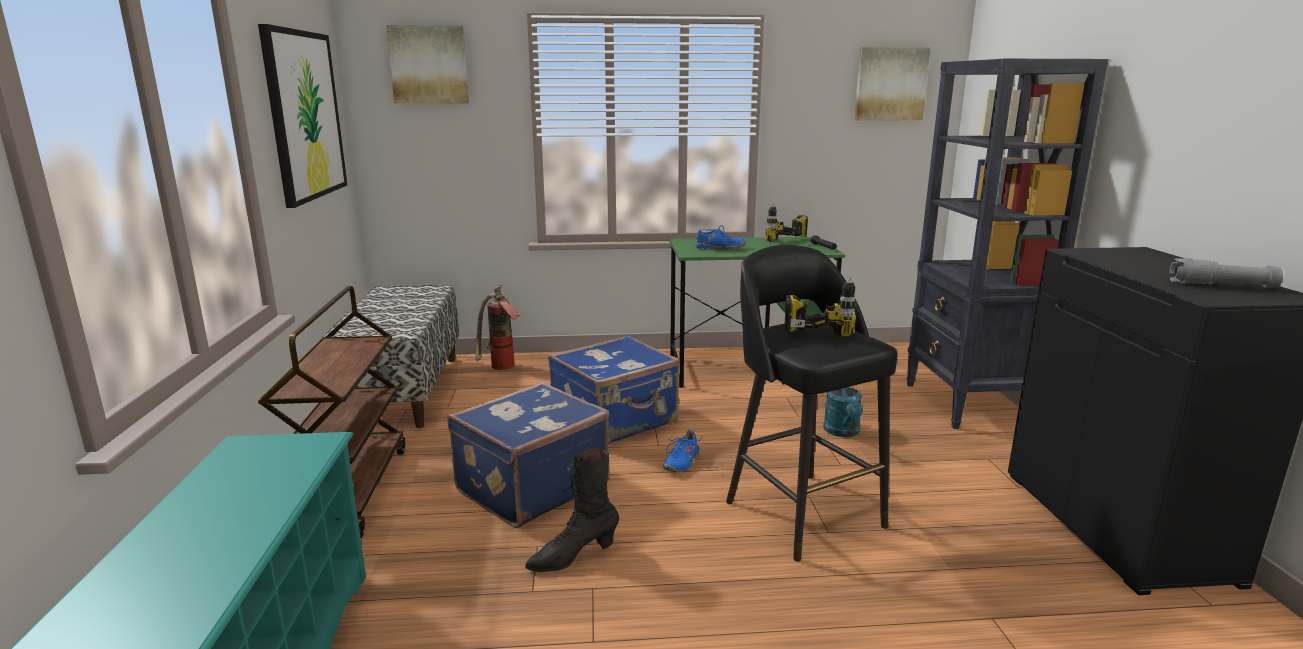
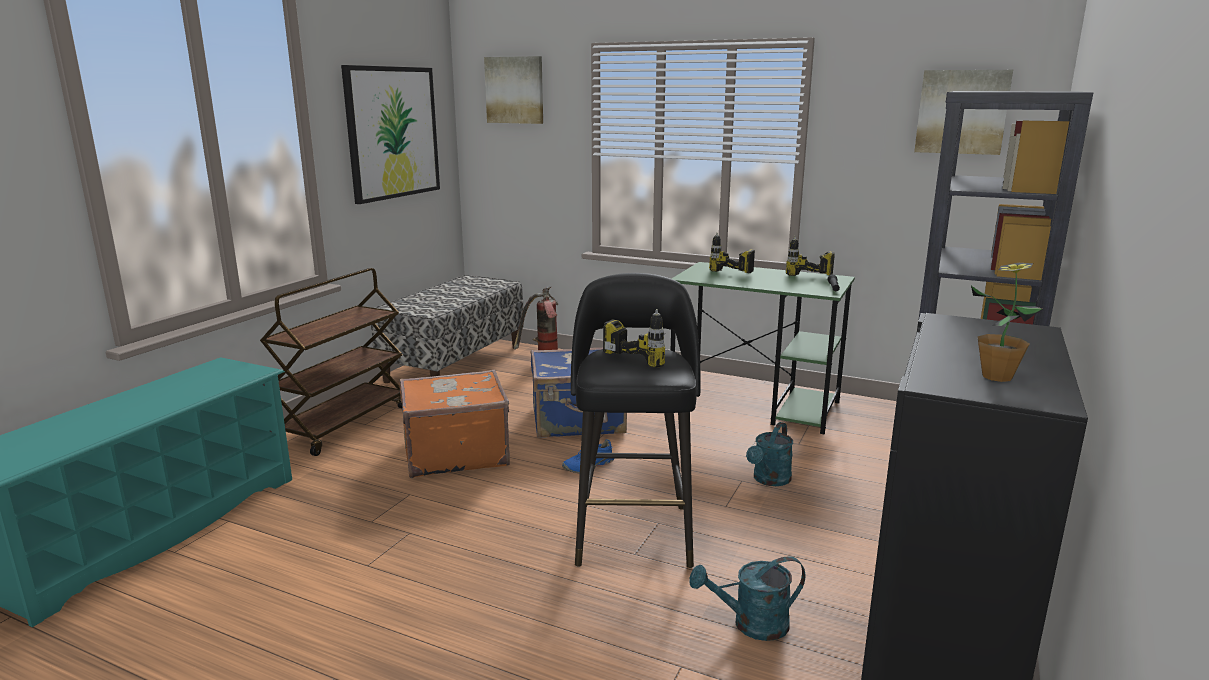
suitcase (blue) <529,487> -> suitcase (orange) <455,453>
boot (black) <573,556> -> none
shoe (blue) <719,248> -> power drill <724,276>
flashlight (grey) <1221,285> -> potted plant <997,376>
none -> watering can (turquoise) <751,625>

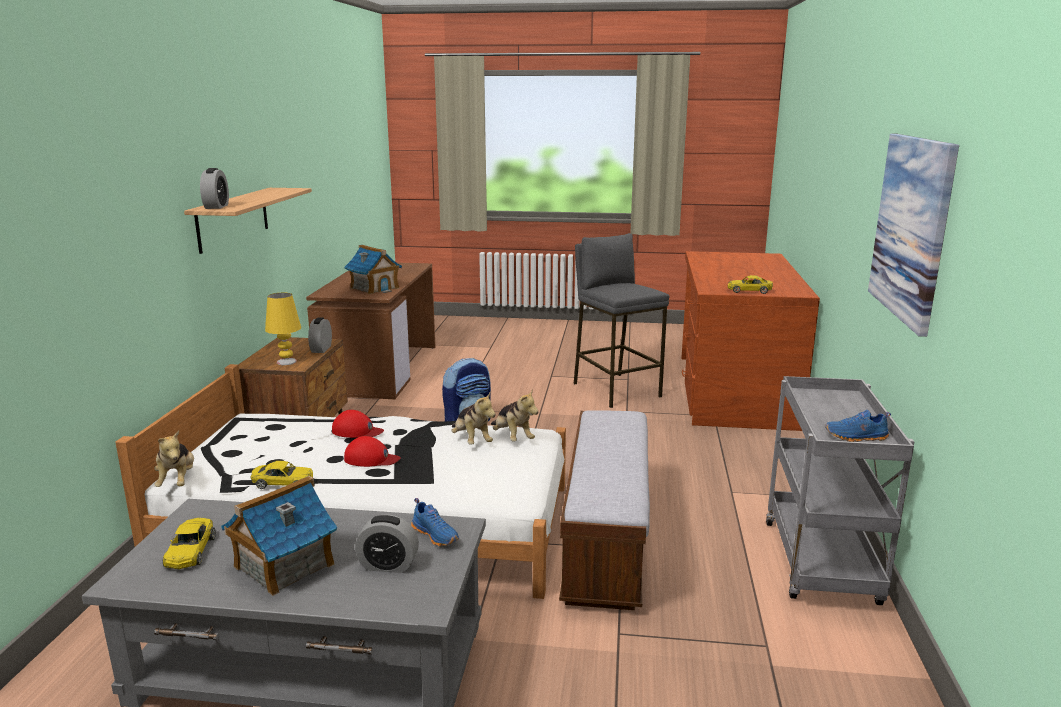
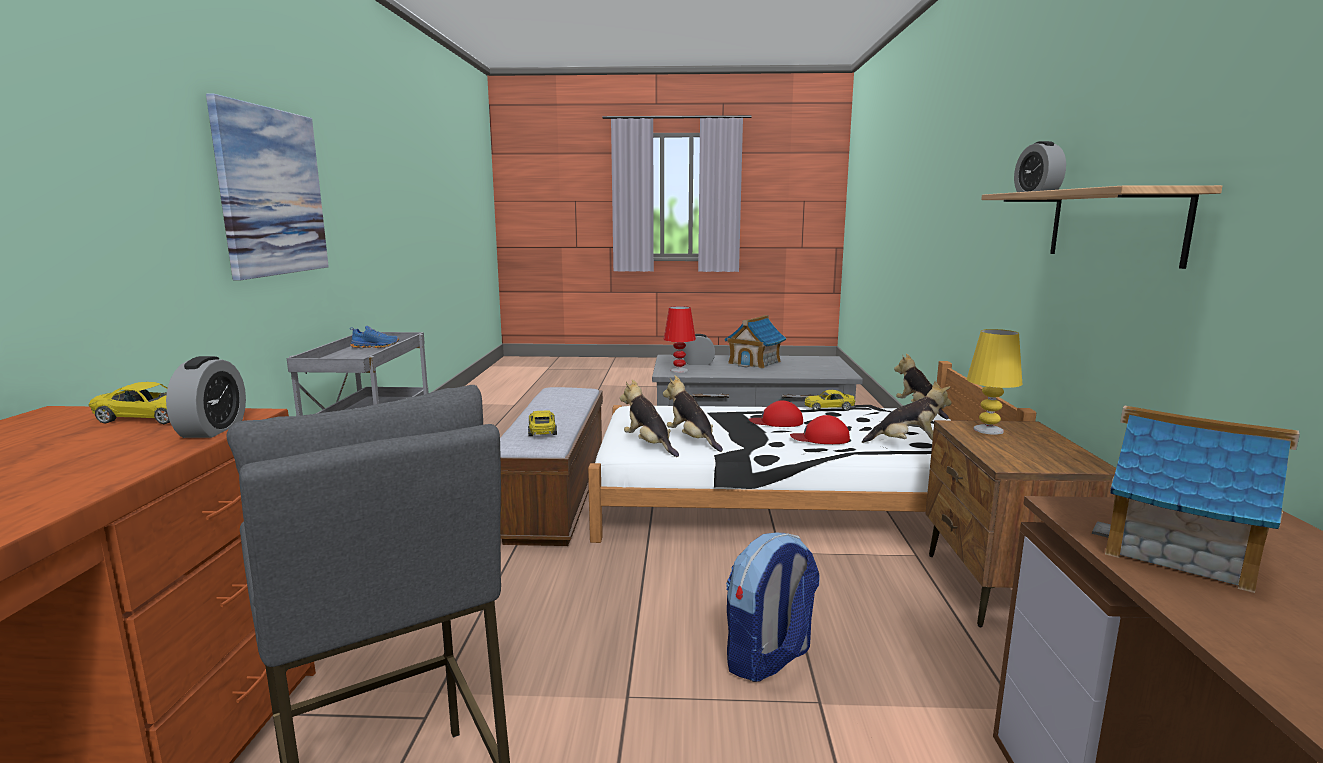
toy car (yellow) <190,551> -> toy car (yellow) <542,430>, shifted
alarm clock <321,349> -> alarm clock <212,430>, shifted
shoe (blue) <436,535> -> table lamp (red) <679,371>
none -> plush toy <907,444>

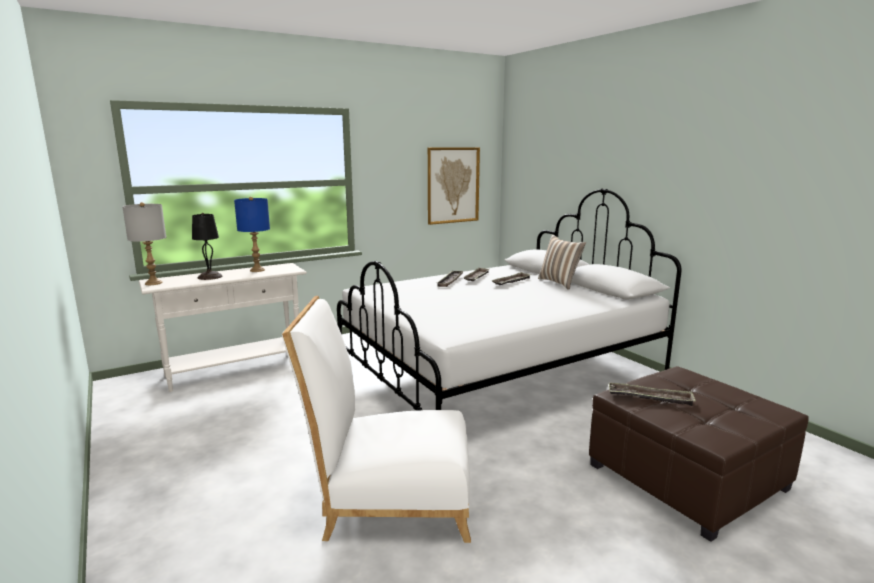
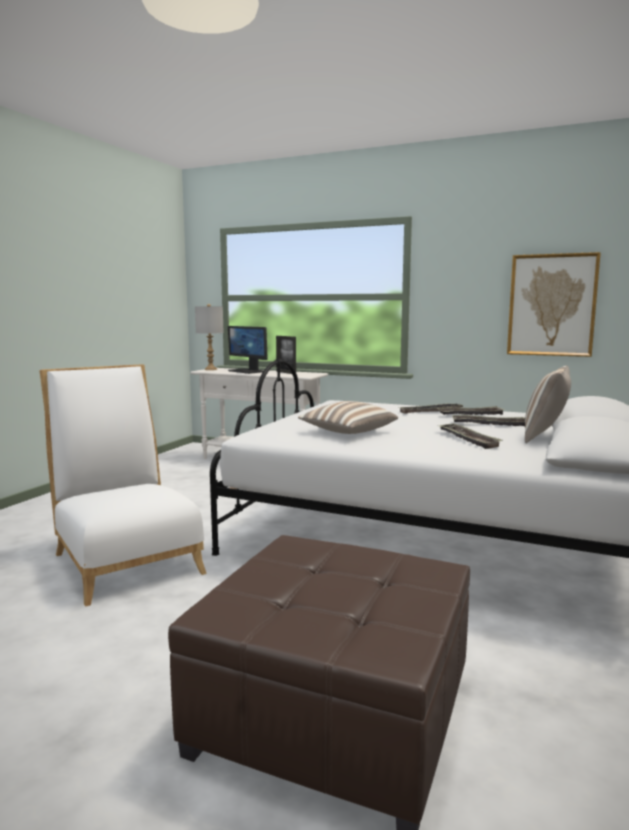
table lamp (black) <210,276> -> monitor <247,371>
table lamp (blue) <257,270> -> picture frame <286,372>
tray <650,398> -> tray <468,439>, shifted
none -> pillow <347,432>

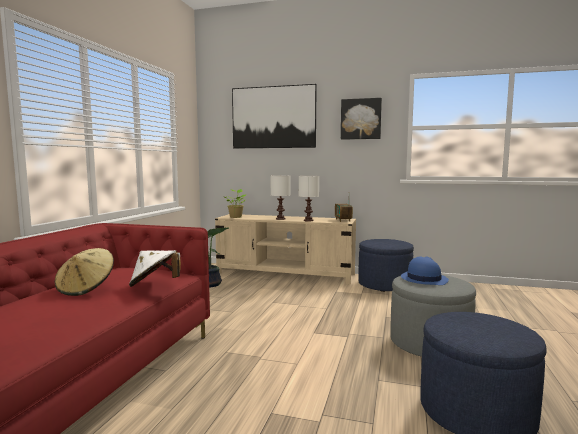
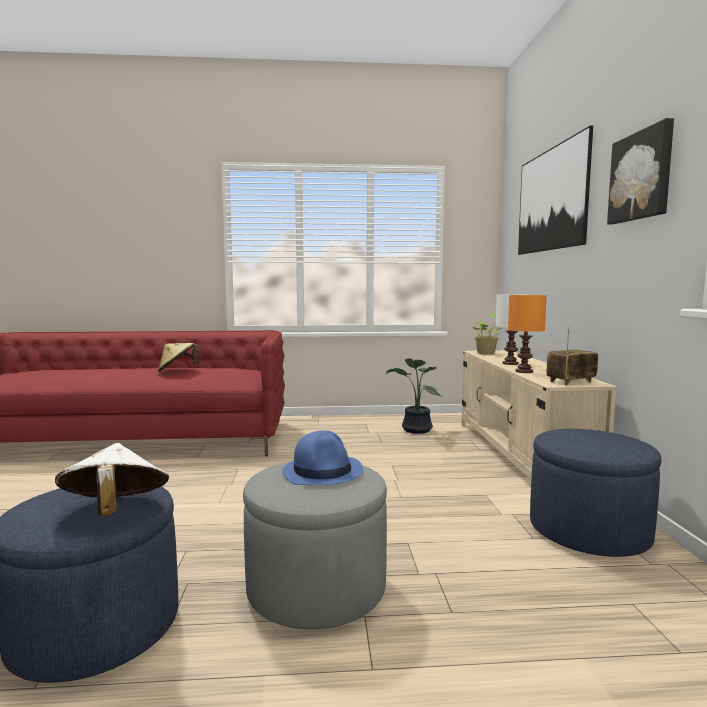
hat (white) <154,285> -> hat (white) <115,511>, shifted
table lamp (white) <308,220> -> table lamp (orange) <524,371>

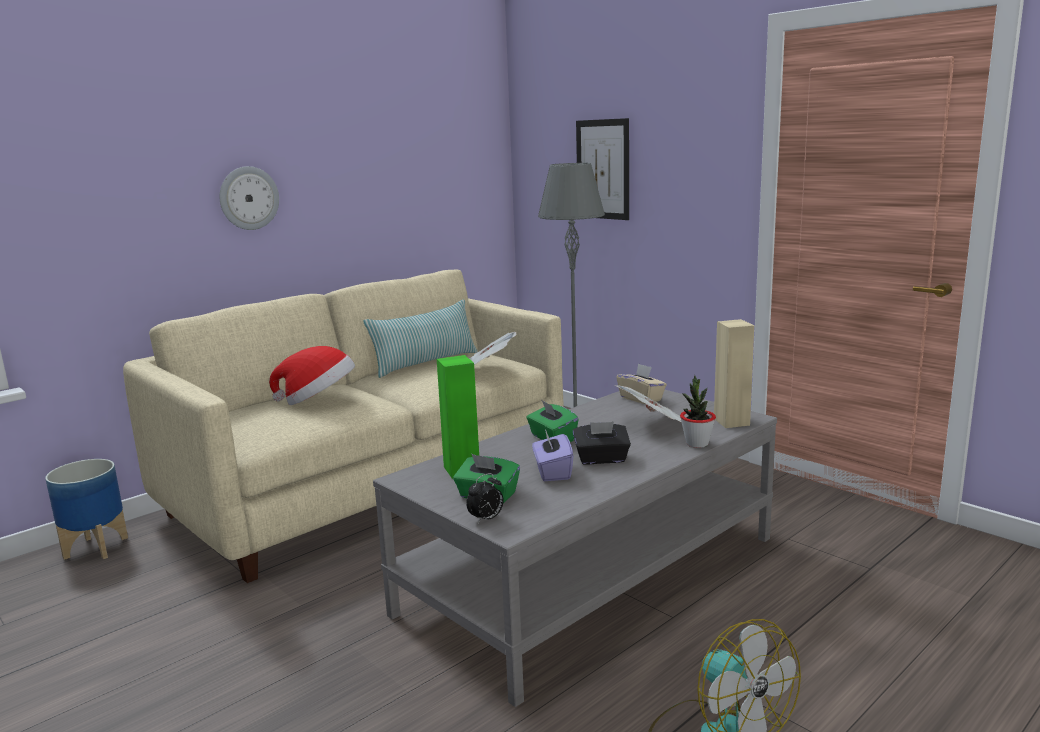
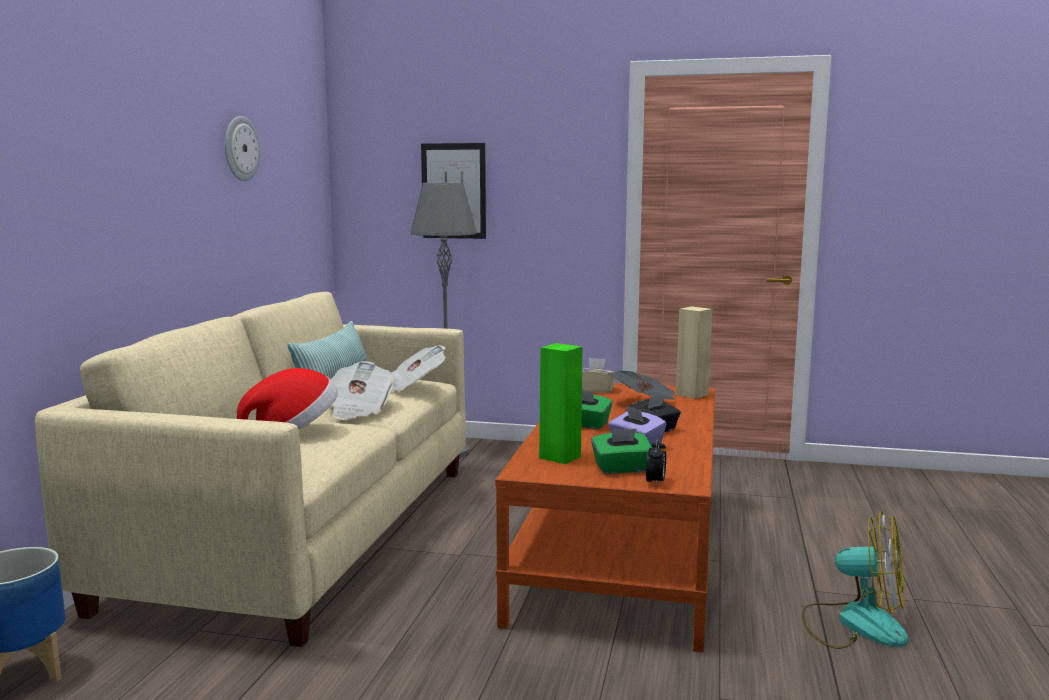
wall clock <249,198> -> wall clock <240,148>, shifted
coffee table (grey) <592,574> -> coffee table (brown) <621,549>
potted plant <697,443> -> none
none -> newspaper <358,410>

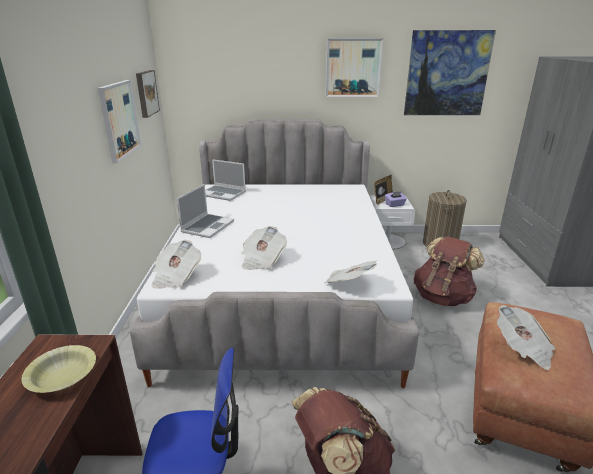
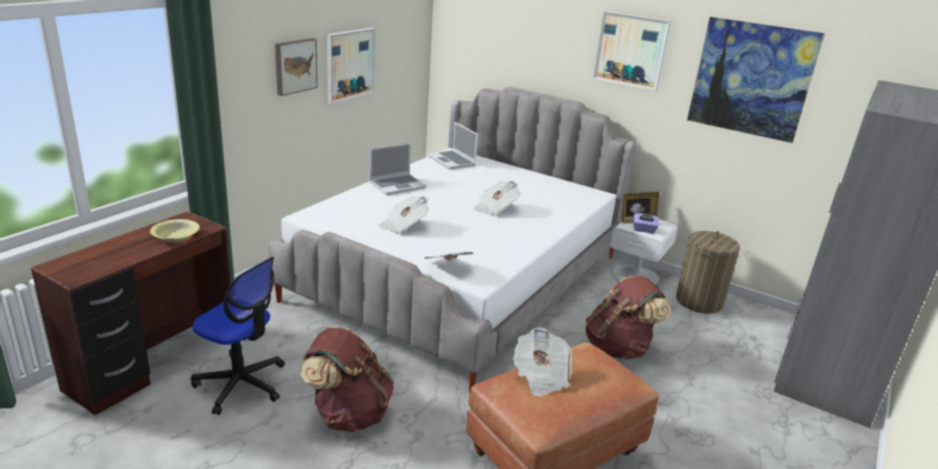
picture <146,93> -> picture <294,66>, shifted
newspaper <176,277> -> newspaper <495,208>, shifted

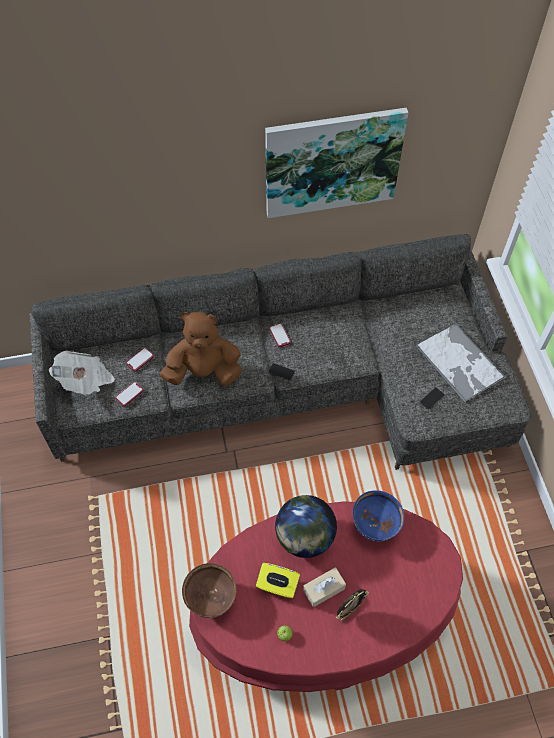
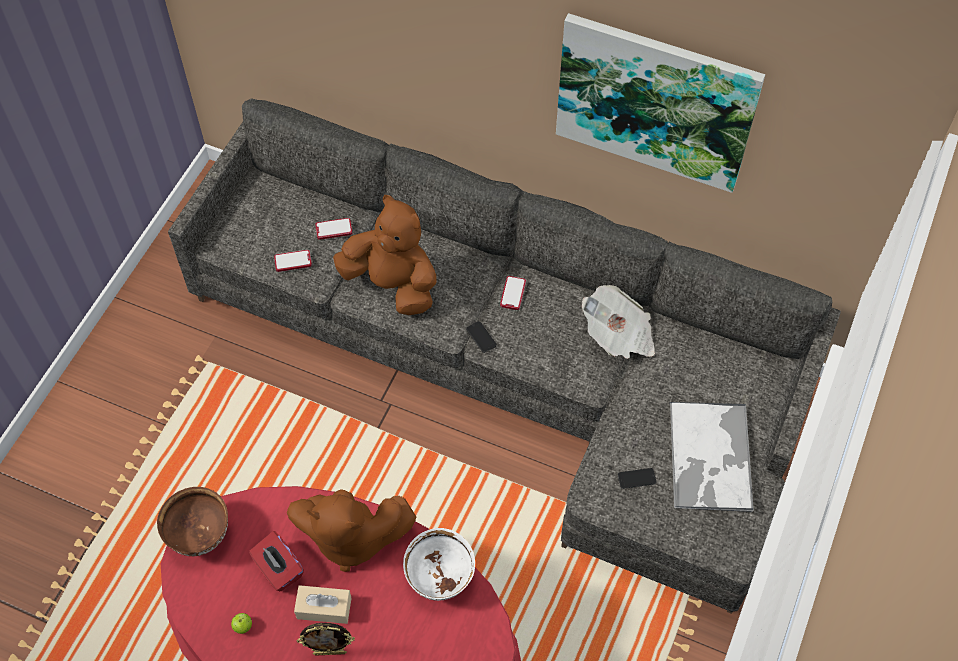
newspaper <85,380> -> newspaper <618,335>, shifted
tissue box (yellow) <277,585> -> tissue box (red) <278,569>
globe <304,537> -> plush toy (brown) <350,537>
bowl (blue) <375,524> -> bowl (white) <440,577>

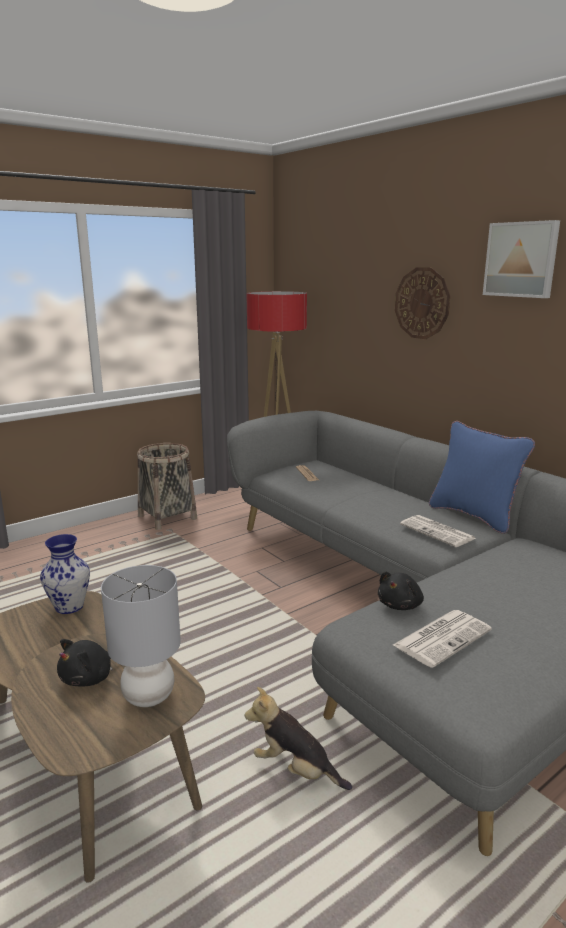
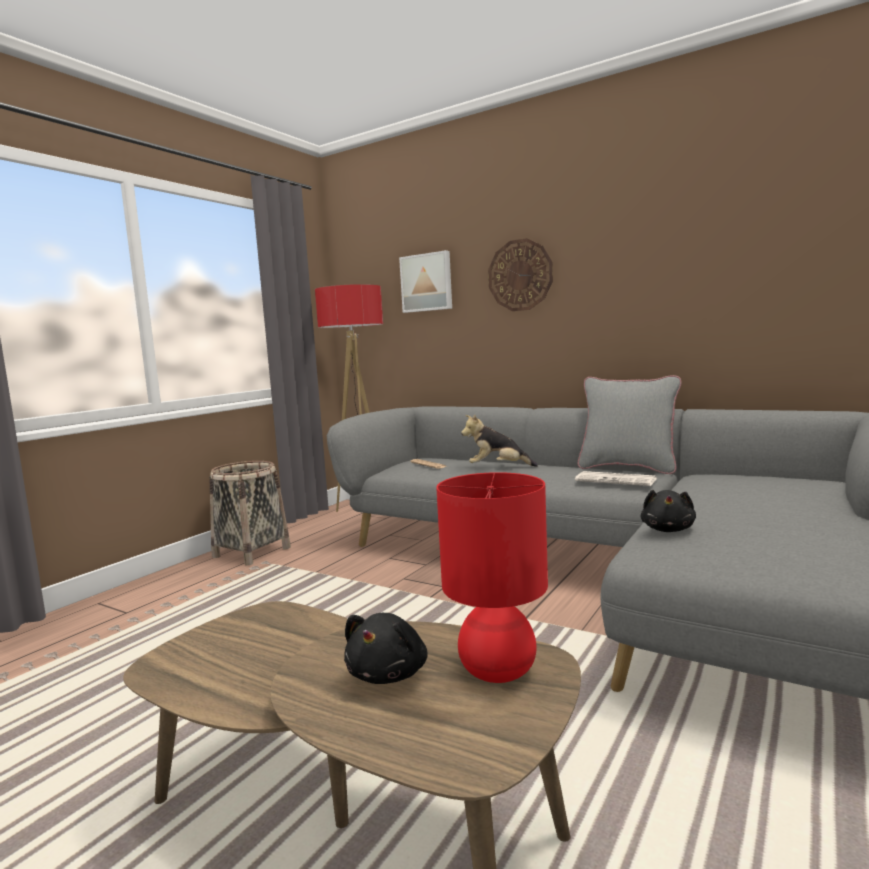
vase <69,607> -> none
table lamp (grey) <149,697> -> table lamp (red) <498,671>
plush toy <295,769> -> plush toy <498,468>, shifted
newspaper <442,637> -> none
pillow (blue) <474,516> -> pillow (grey) <628,468>
picture <521,259> -> picture <427,282>, shifted

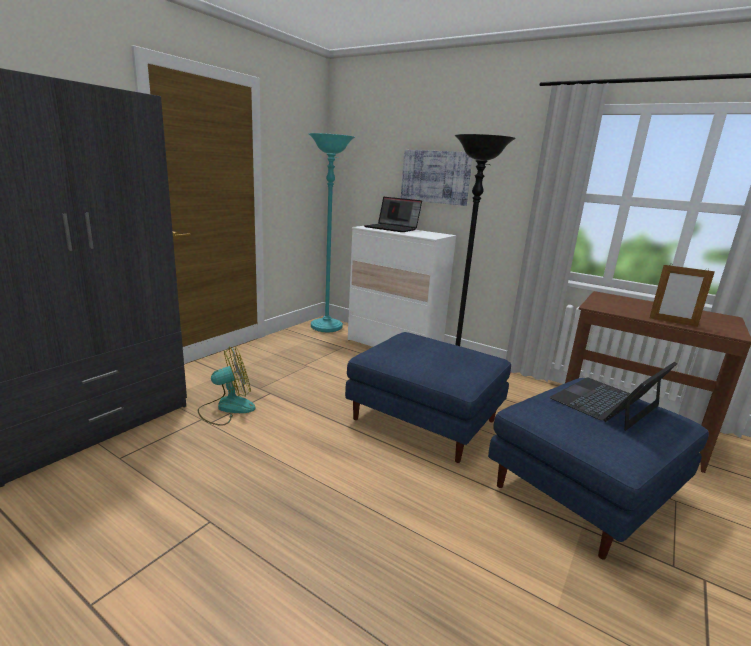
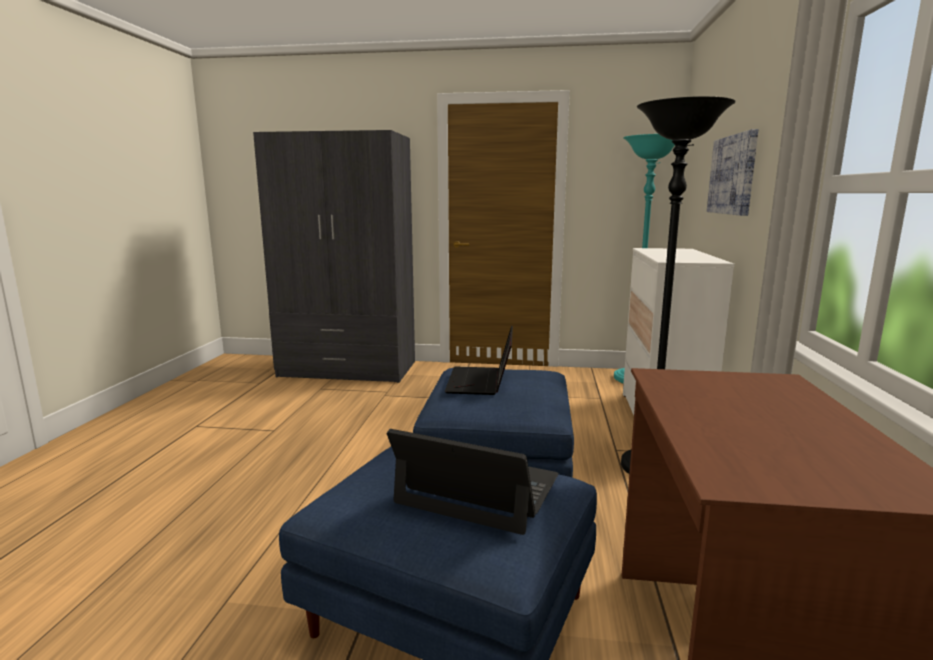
fan <227,408> -> none
laptop <392,228> -> laptop <481,382>, shifted
picture frame <672,322> -> none

